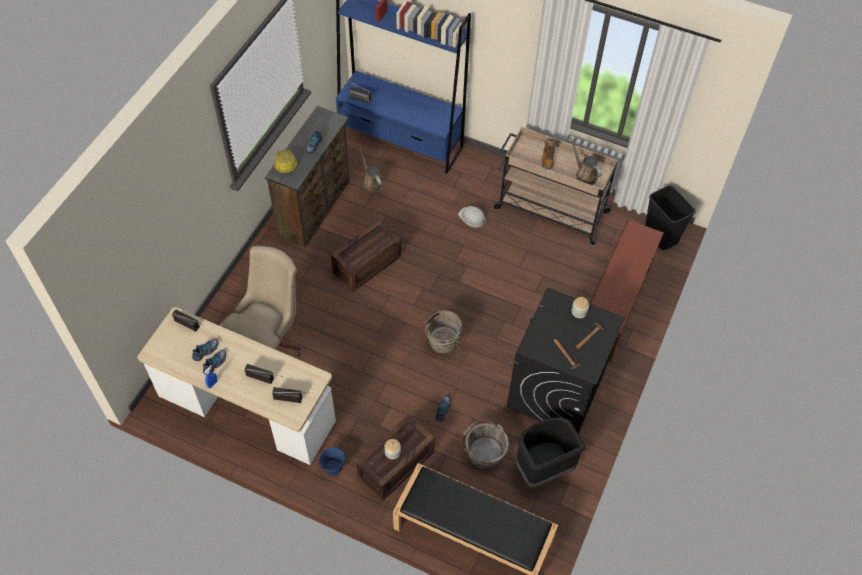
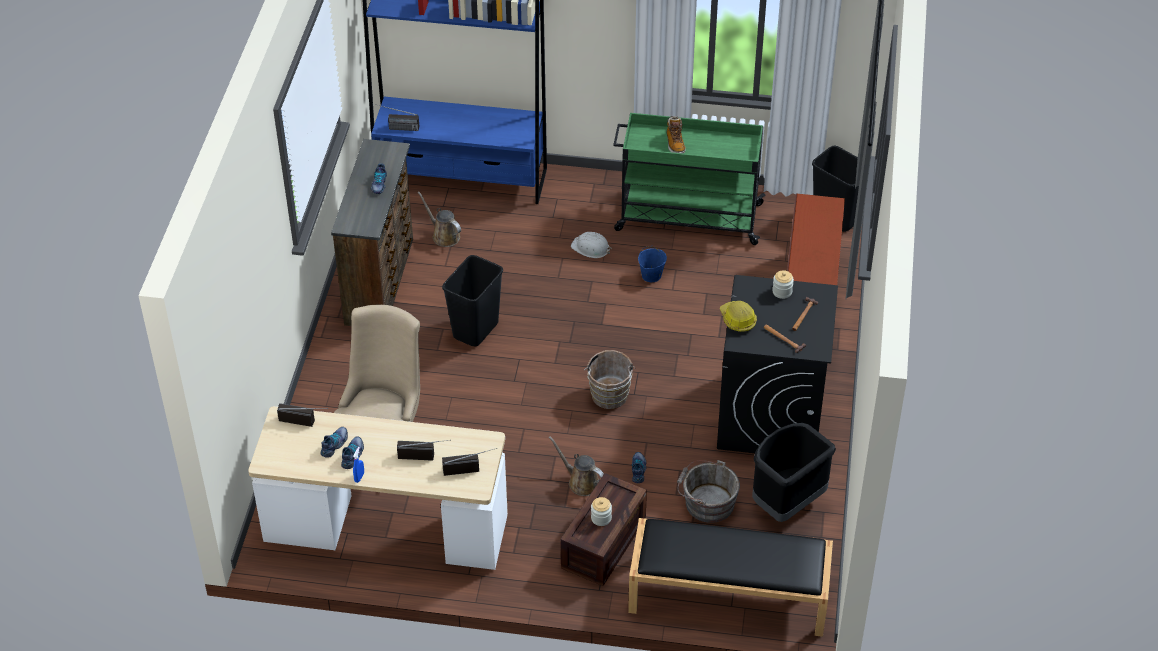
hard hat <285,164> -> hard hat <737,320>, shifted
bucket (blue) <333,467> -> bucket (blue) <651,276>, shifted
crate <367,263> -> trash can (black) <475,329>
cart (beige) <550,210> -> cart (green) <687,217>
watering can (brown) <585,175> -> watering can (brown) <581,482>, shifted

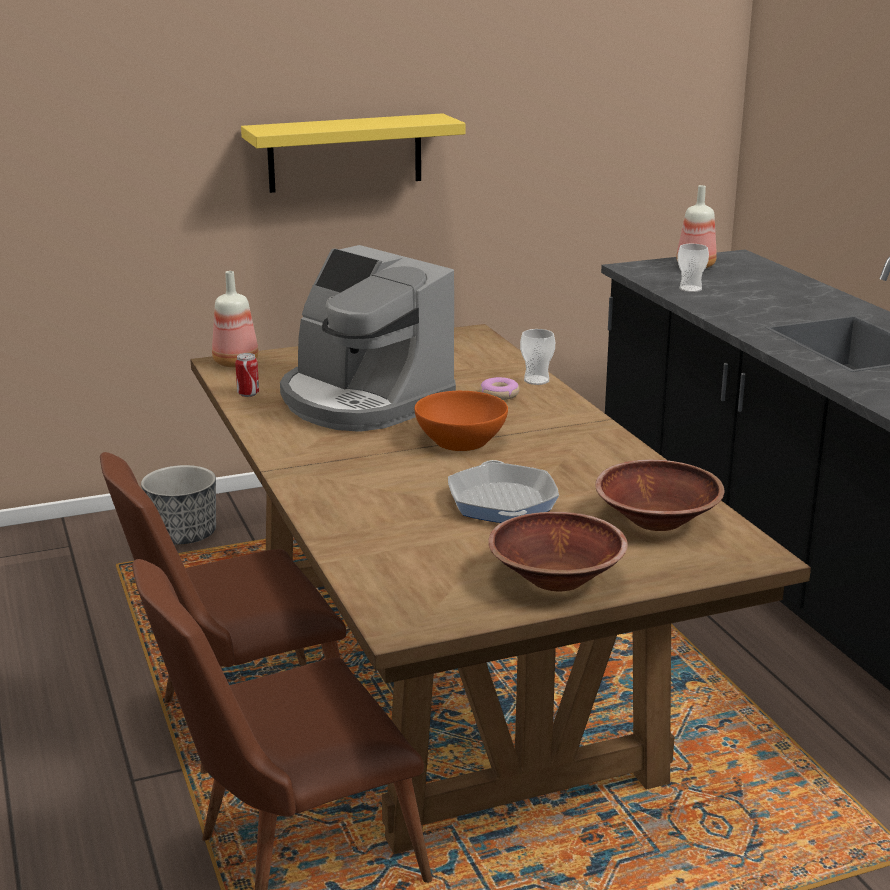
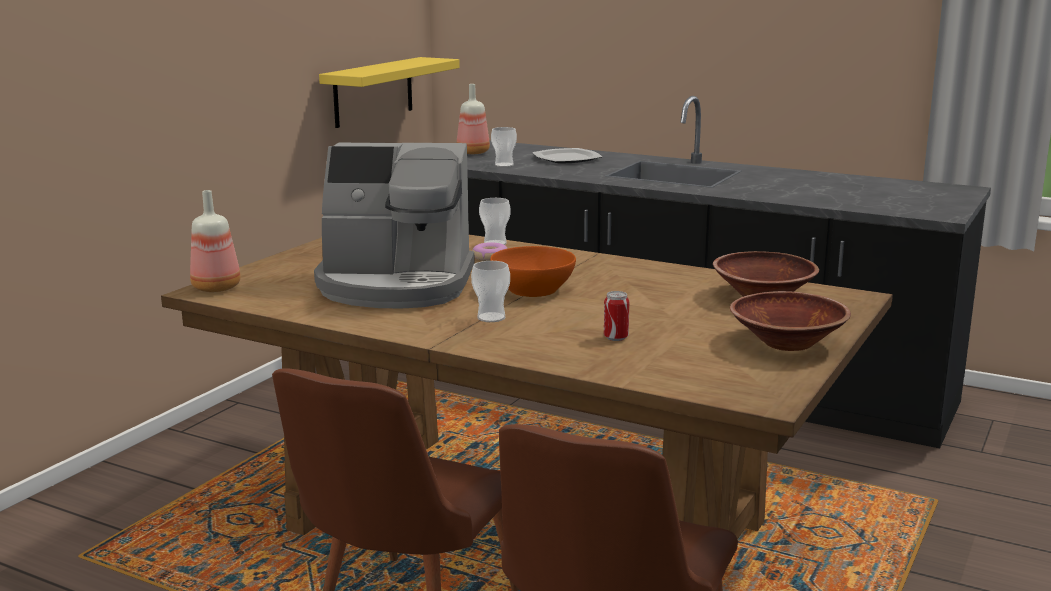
planter <184,535> -> none
can <248,394> -> can <616,338>, shifted
shelf (yellow) <345,153> -> shelf (yellow) <373,91>, shifted
frying pan <502,502> -> none
none -> cup <491,317>
none -> plate <566,159>

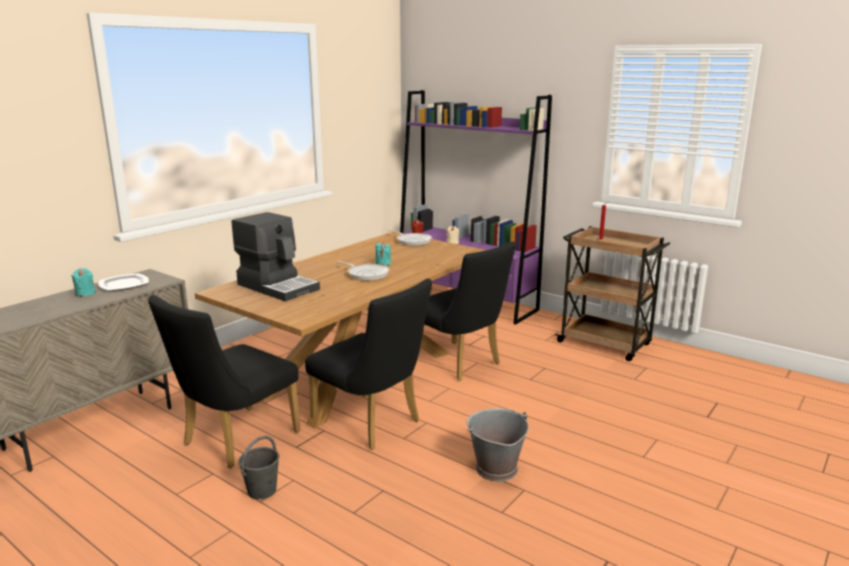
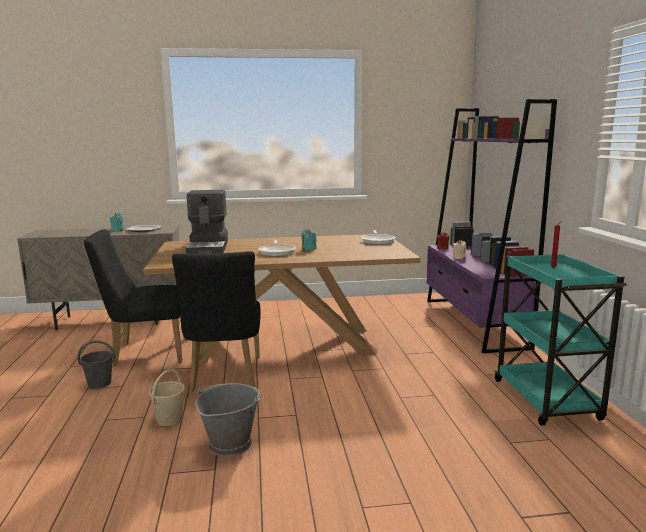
chair (black) <460,364> -> none
cart (brown) <605,344> -> cart (turquoise) <547,401>
none -> bucket (beige) <169,420>

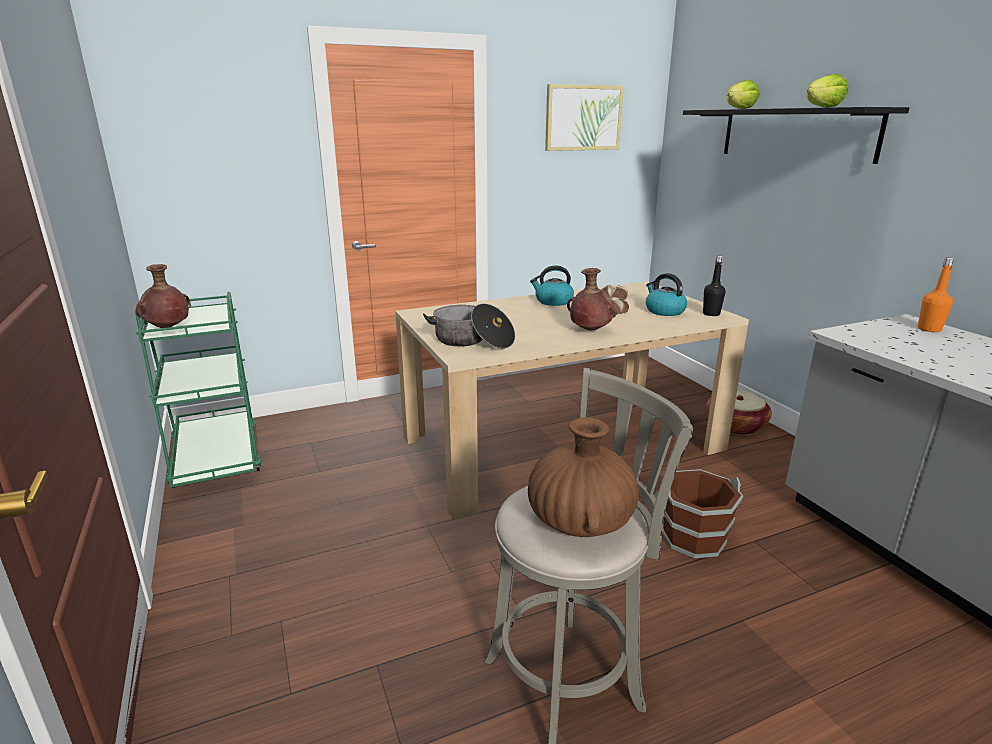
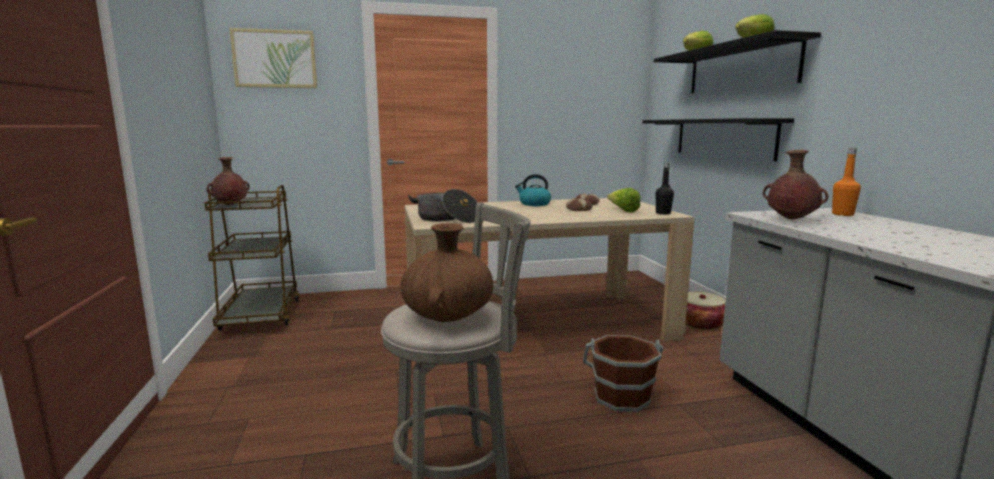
cart (green) <216,458> -> cart (brown) <261,315>
picture <583,118> -> picture <275,59>, shifted
vase (brown) <589,330> -> vase (brown) <790,219>, shifted
kettle <664,311> -> lettuce <623,211>
none -> shelf (black) <723,138>

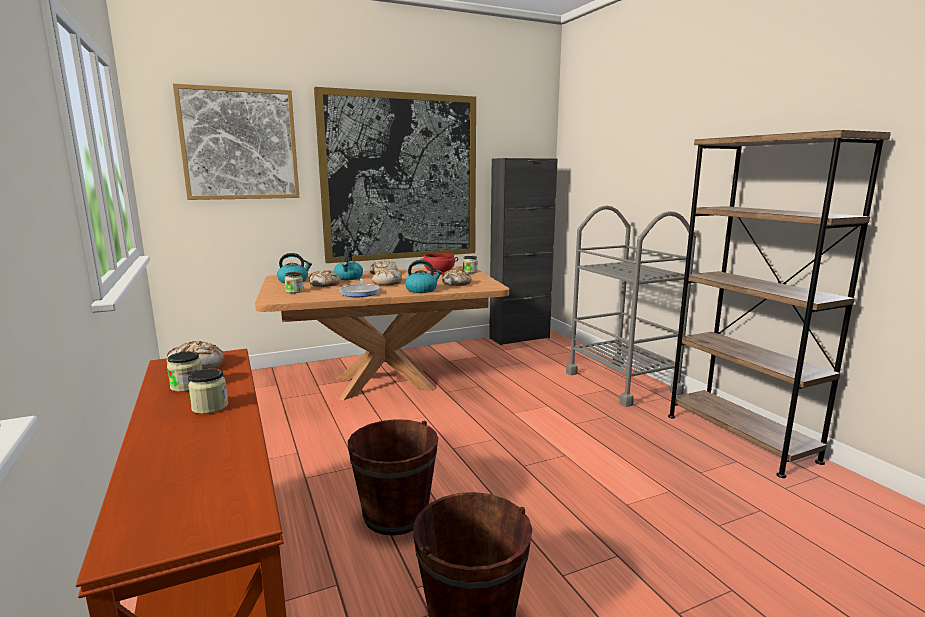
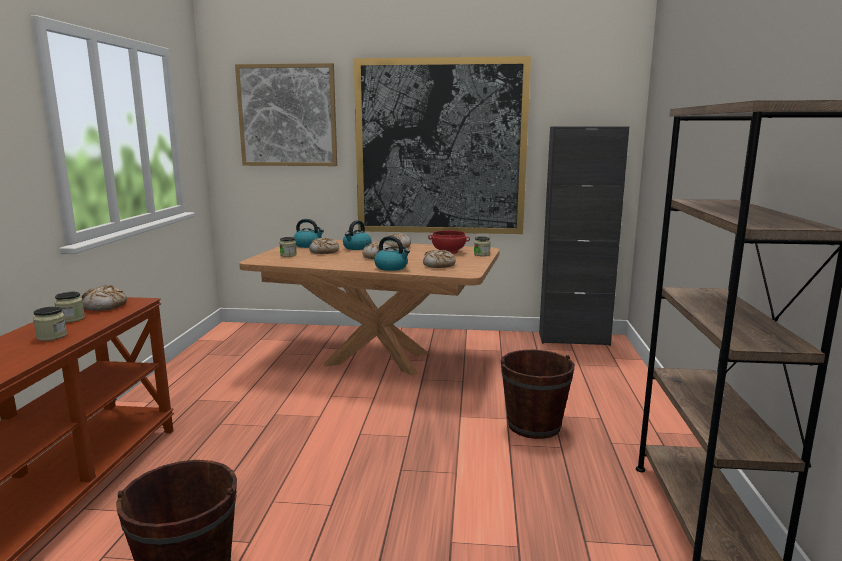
frying pan <360,292> -> none
bucket (brown) <396,514> -> bucket (brown) <534,426>, shifted
cart (grey) <621,383> -> none

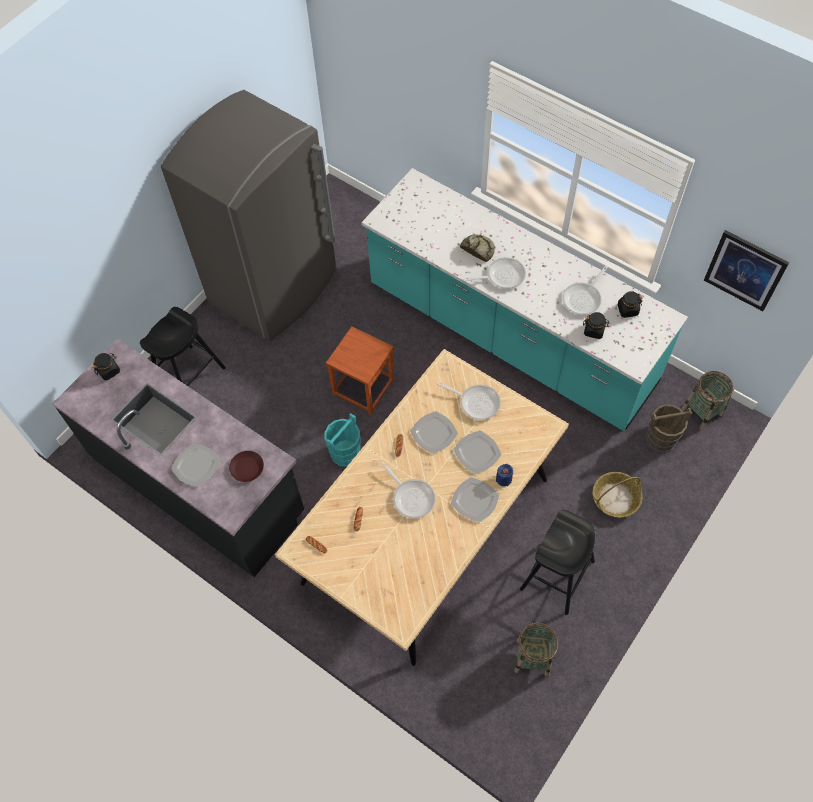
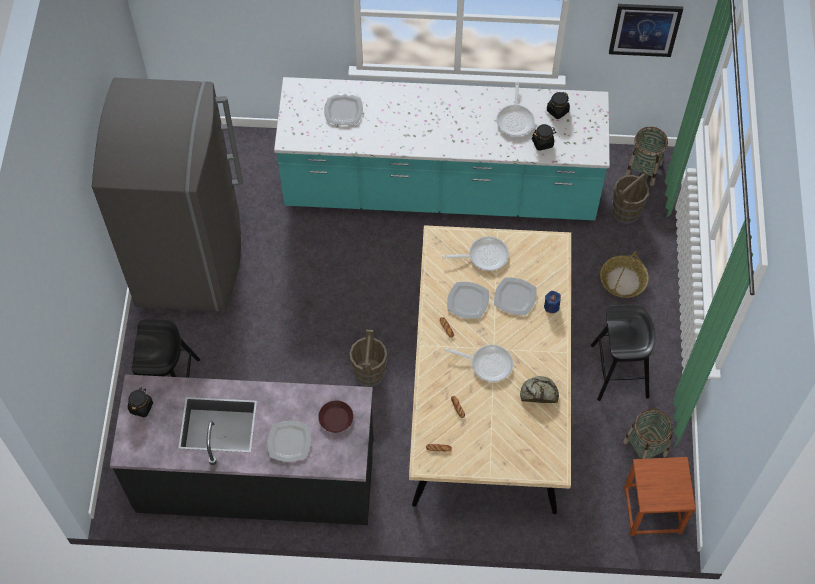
bucket (turquoise) <345,453> -> bucket (brown) <369,373>
stool (brown) <363,386> -> stool (brown) <652,509>, shifted
plate <475,501> -> plate <344,111>, shifted
bread <478,249> -> bread <538,393>, shifted
frying pan <502,276> -> none

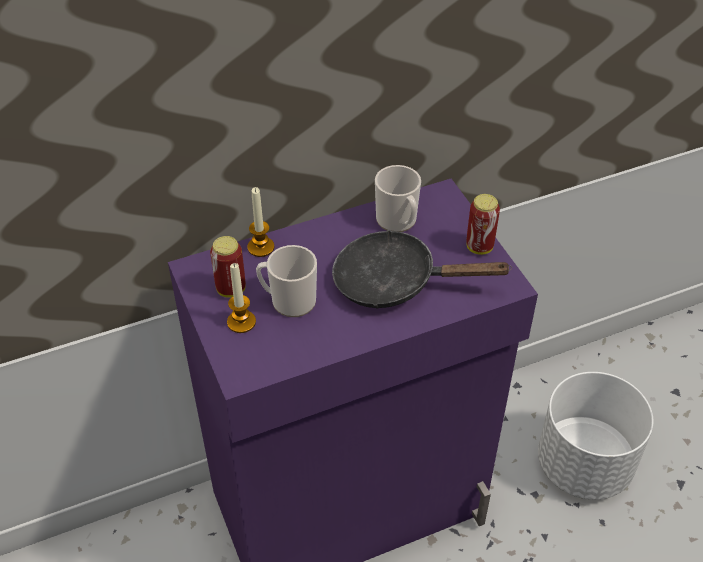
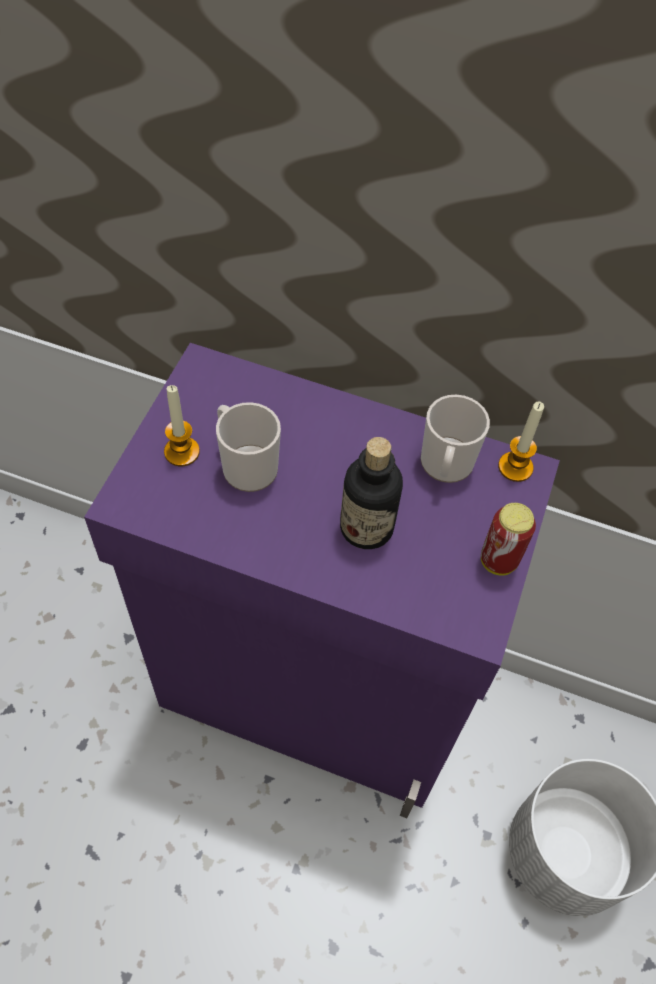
can <231,289> -> none
candle <261,247> -> candle <515,467>, shifted
frying pan (black) <395,282> -> bottle <366,527>

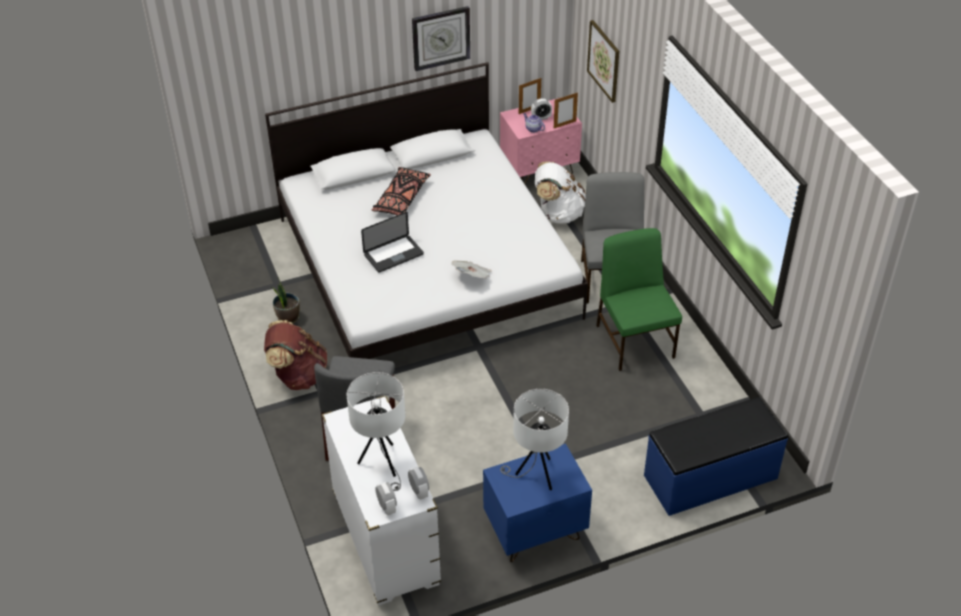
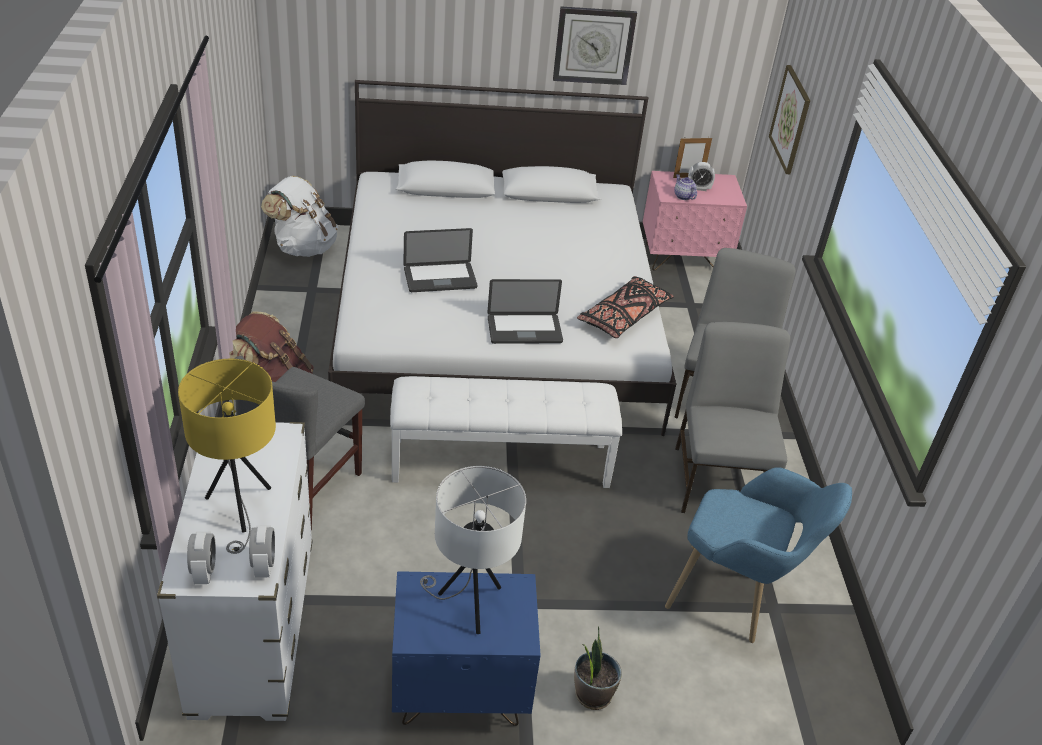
potted plant <288,318> -> potted plant <592,694>, shifted
table lamp (white) <382,463> -> table lamp (yellow) <239,510>
pillow (black) <401,198> -> pillow (black) <624,316>, shifted
newspaper <472,277> -> laptop <524,330>
backpack (white) <558,213> -> backpack (white) <303,247>, shifted
picture frame <564,124> -> none
chair (green) <635,340> -> chair (grey) <719,481>
bench (blue) <711,477> -> none
none -> bench (white) <501,461>
none -> armchair (blue) <737,599>

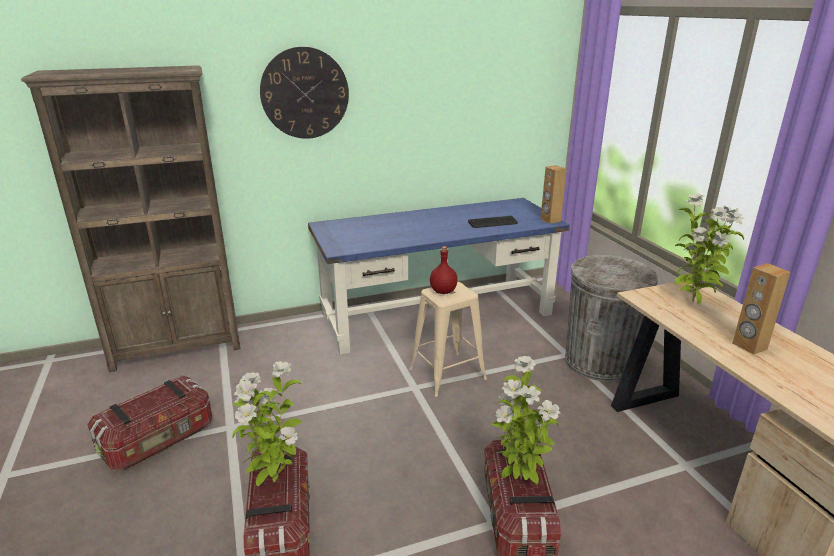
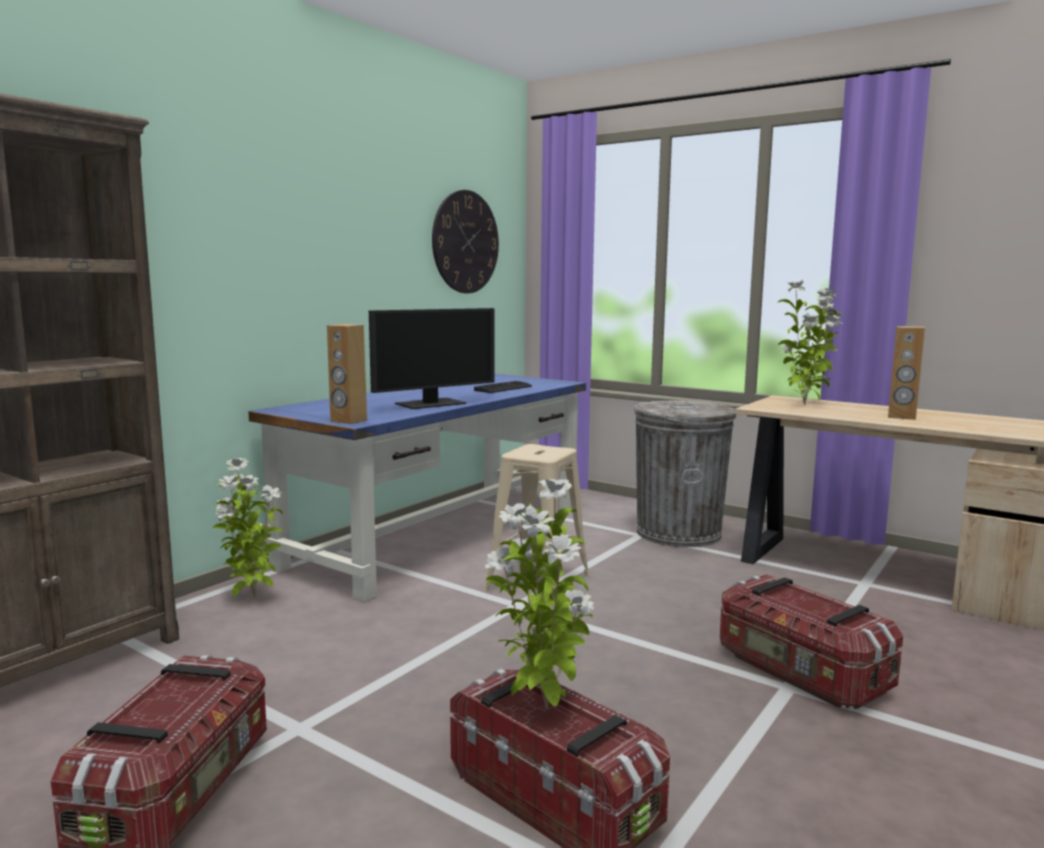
wall clock <305,93> -> wall clock <465,242>, shifted
bottle (red) <443,291> -> none
potted plant <518,480> -> potted plant <252,598>, shifted
speaker (brown) <550,220> -> speaker (brown) <348,421>, shifted
none -> monitor <431,403>

